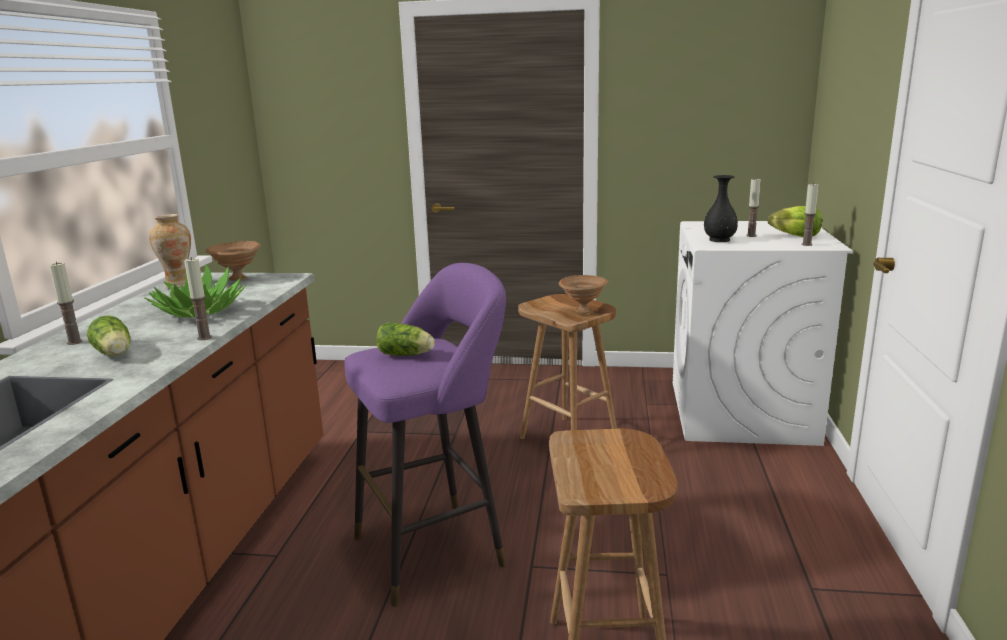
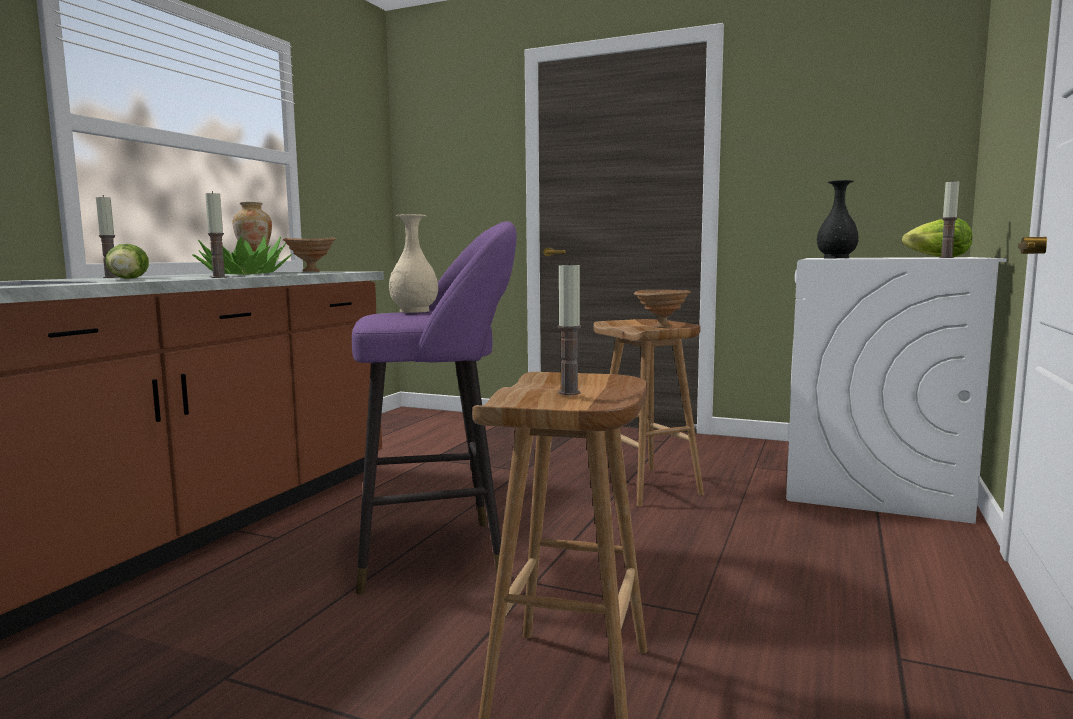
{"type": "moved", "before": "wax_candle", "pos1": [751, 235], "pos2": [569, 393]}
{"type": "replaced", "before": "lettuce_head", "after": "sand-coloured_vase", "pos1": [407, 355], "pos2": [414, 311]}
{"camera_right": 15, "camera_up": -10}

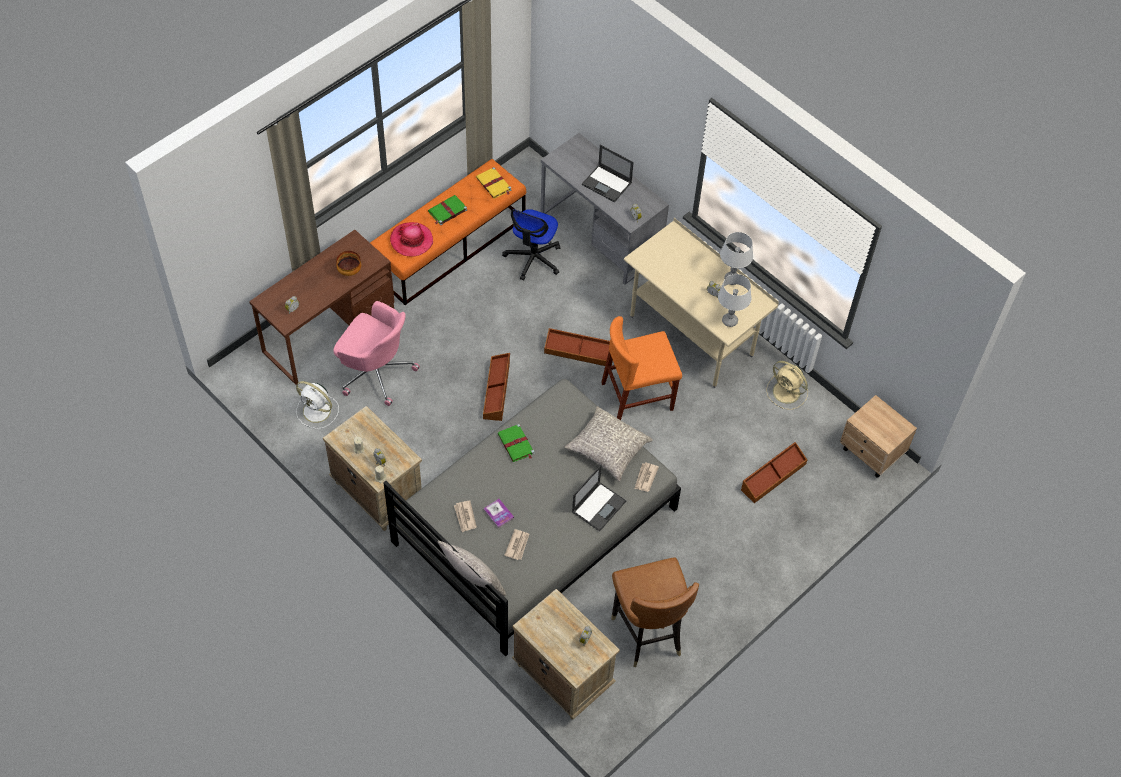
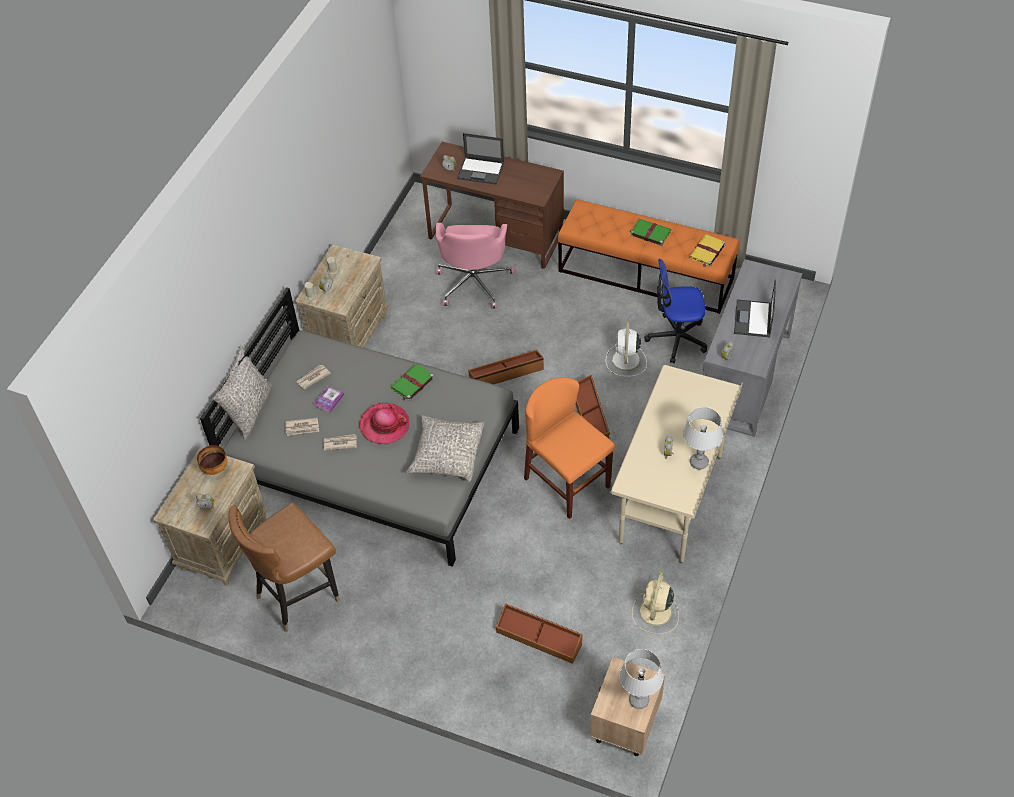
{"type": "moved", "before": "whitish_fan", "pos1": [318, 411], "pos2": [625, 361]}
{"type": "moved", "before": "serving_bowl", "pos1": [349, 271], "pos2": [214, 468]}
{"type": "moved", "before": "wearable_hat", "pos1": [411, 240], "pos2": [384, 425]}
{"type": "moved", "before": "laptop", "pos1": [599, 506], "pos2": [481, 171]}
{"type": "moved", "before": "newspaper", "pos1": [645, 478], "pos2": [340, 443]}
{"type": "moved", "before": "grey_table_lamp", "pos1": [730, 321], "pos2": [639, 700]}
{"camera_right": 70, "camera_up": -5}

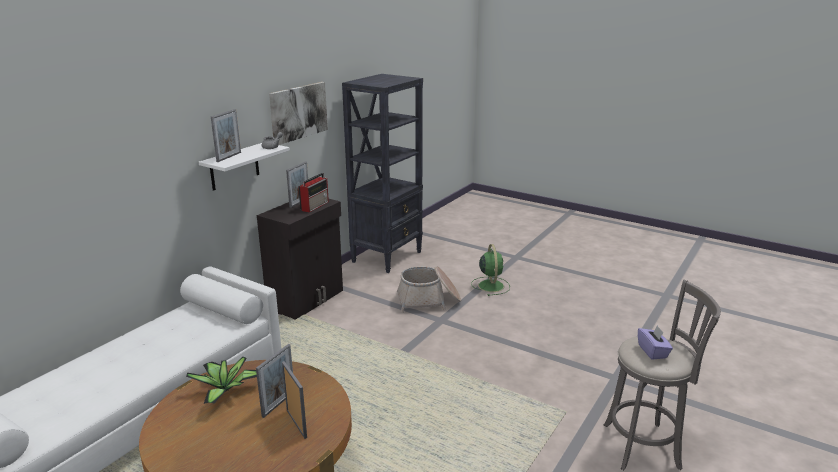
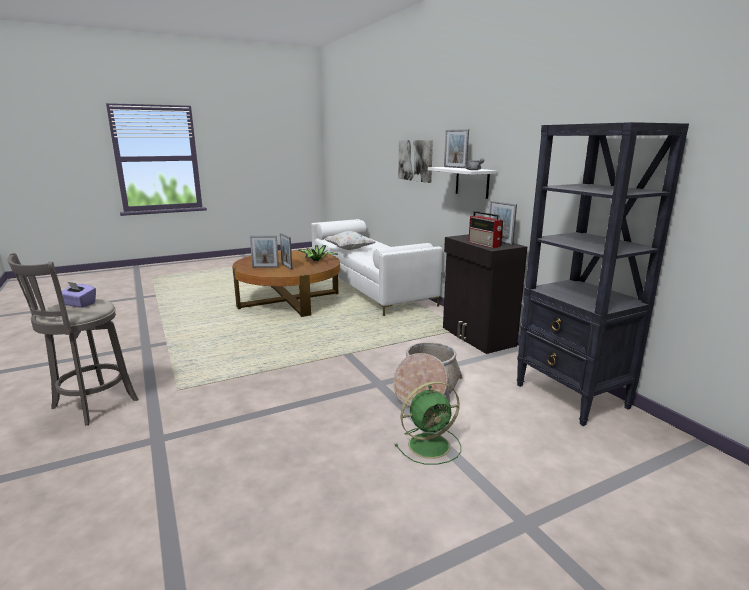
{"type": "added", "after": "whitish_pillow", "pos2": [349, 249]}
{"type": "moved", "before": "wall_art", "pos1": [298, 112], "pos2": [415, 160]}
{"type": "turned", "before": "green-coloured_fan", "pos1": [490, 285], "pos2": [430, 445], "turn": -45}
{"camera_right": 120, "camera_up": -5}

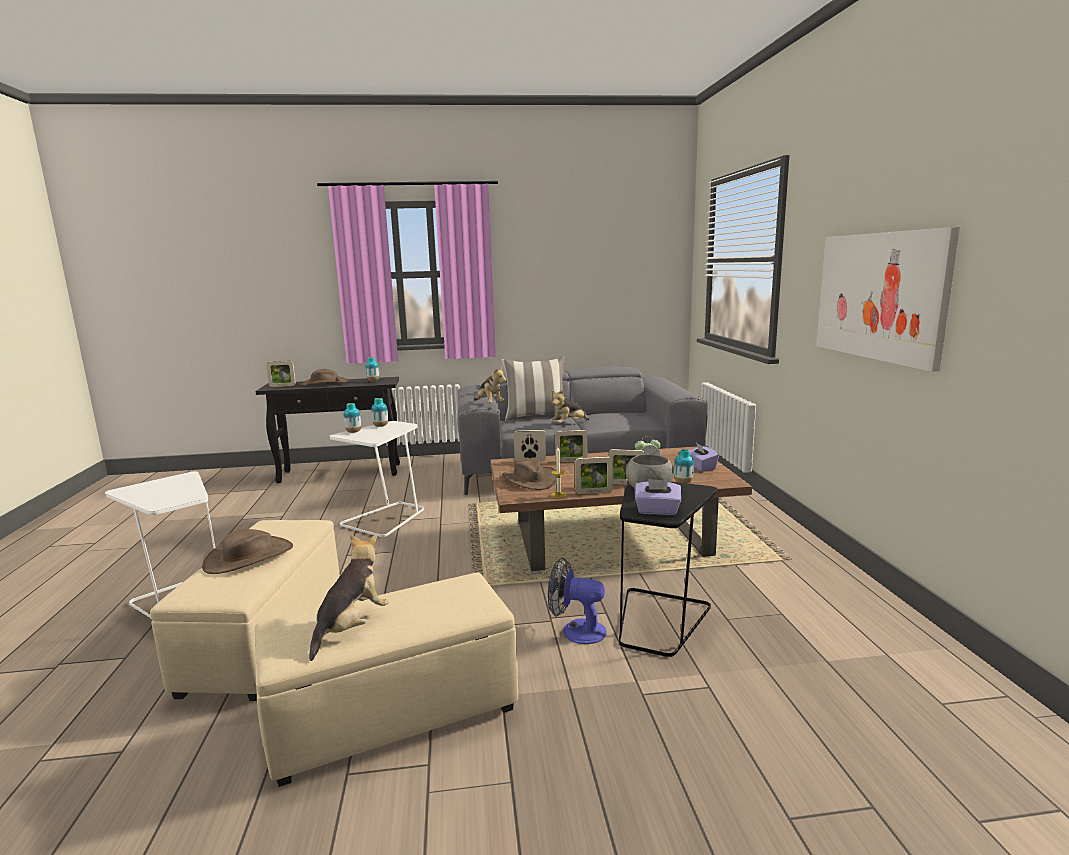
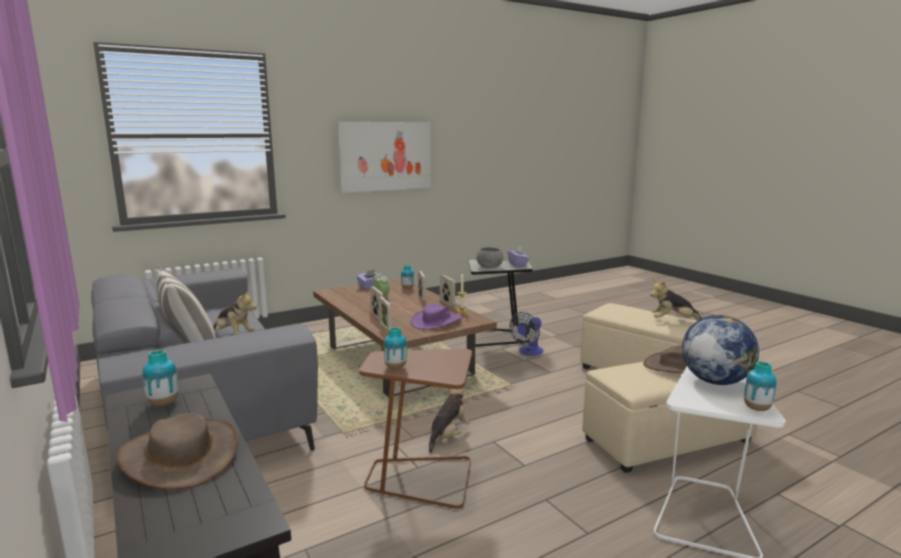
{"type": "removed", "before": "photo_frame", "pos1": [282, 386]}
{"type": "added", "after": "desk_globe", "pos2": [714, 381]}
{"type": "moved", "before": "vase", "pos1": [353, 432], "pos2": [757, 408]}
{"type": "moved", "before": "soft_toy", "pos1": [489, 404], "pos2": [448, 436]}
{"type": "recoloured", "before": "whitish_accent_table", "after": "brown_accent_table", "pos1": [385, 519], "pos2": [421, 479]}
{"type": "recoloured", "before": "brown_wearable_hat", "after": "purple-coloured_wearable_hat", "pos1": [529, 479], "pos2": [437, 322]}
{"type": "turned", "before": "fan", "pos1": [576, 630], "pos2": [528, 352], "turn": 45}
{"camera_right": -115, "camera_up": 0}

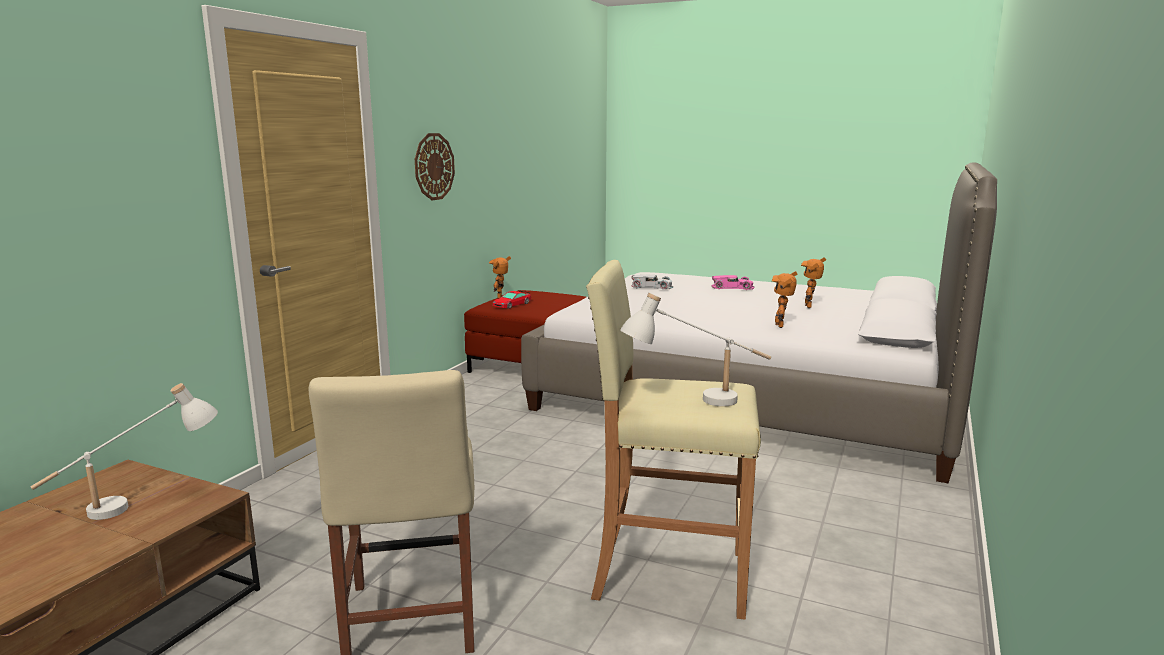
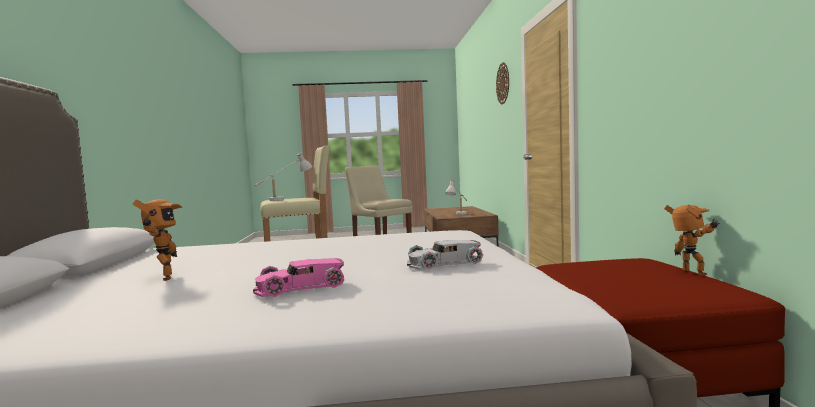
{"type": "removed", "before": "model_car", "pos1": [512, 305]}
{"type": "removed", "before": "model_robot", "pos1": [781, 326]}
{"type": "moved", "before": "wall_clock", "pos1": [434, 166], "pos2": [503, 83]}
{"camera_right": 150, "camera_up": -10}

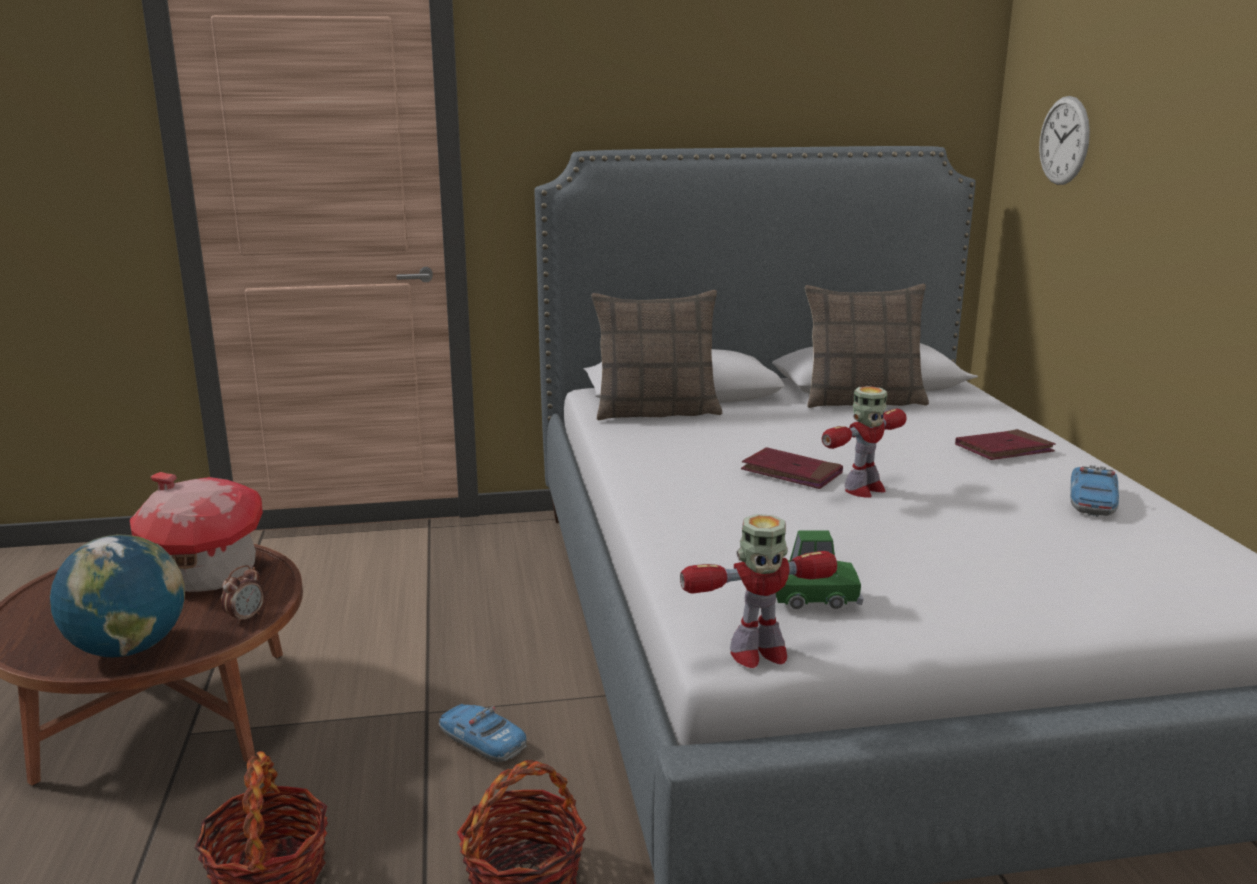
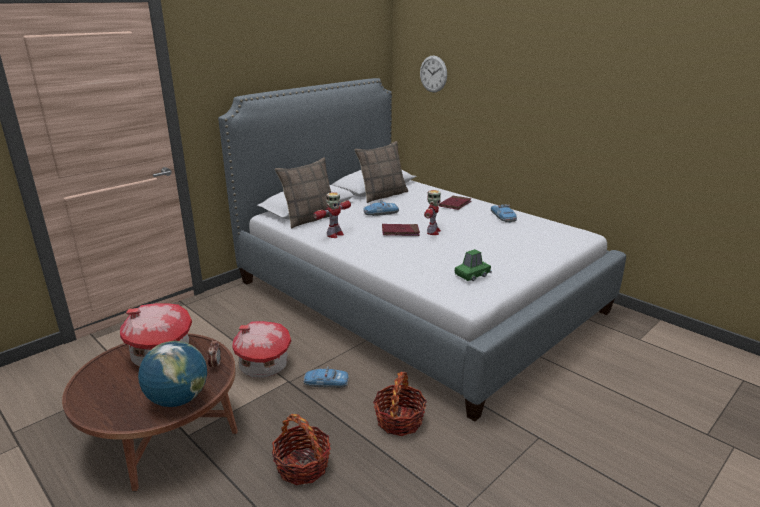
{"type": "added", "after": "toy_house", "pos2": [263, 366]}
{"type": "added", "after": "model_car", "pos2": [381, 213]}
{"type": "moved", "before": "model_robot", "pos1": [757, 654], "pos2": [334, 235]}
{"camera_right": -35, "camera_up": 5}

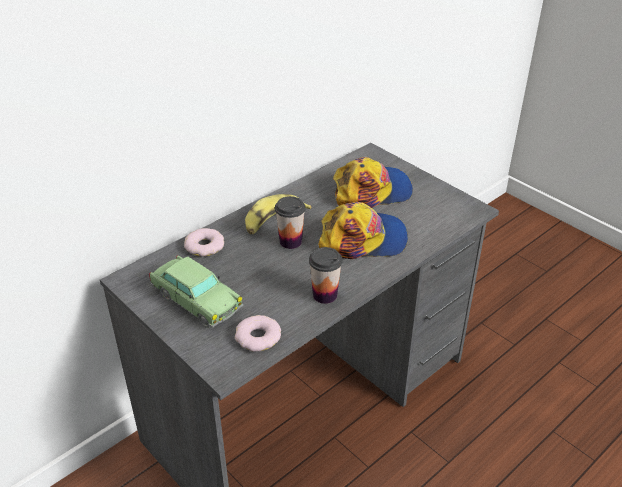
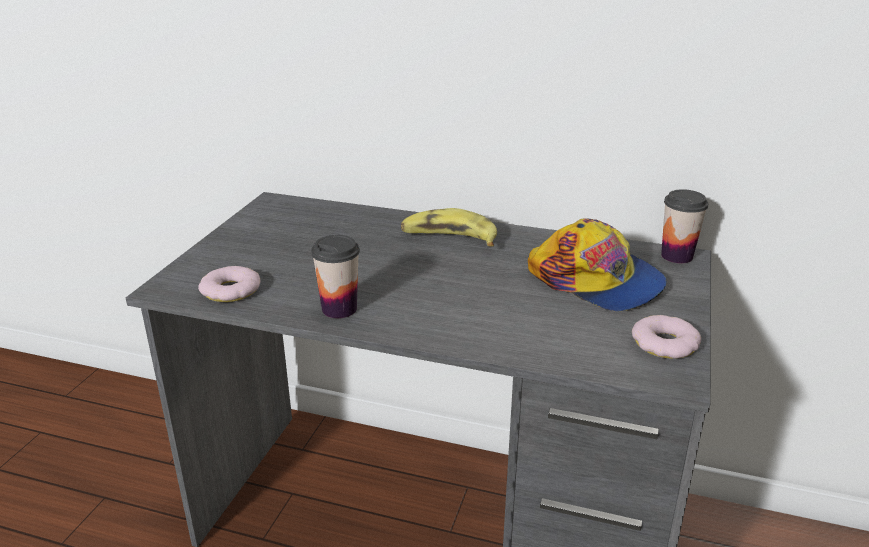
{"type": "removed", "before": "model_car", "pos1": [197, 301]}
{"type": "removed", "before": "baseball_cap", "pos1": [363, 239]}
{"type": "moved", "before": "doughnut", "pos1": [205, 246], "pos2": [665, 344]}
{"type": "moved", "before": "small_cup", "pos1": [290, 241], "pos2": [677, 256]}
{"camera_right": 60, "camera_up": -10}

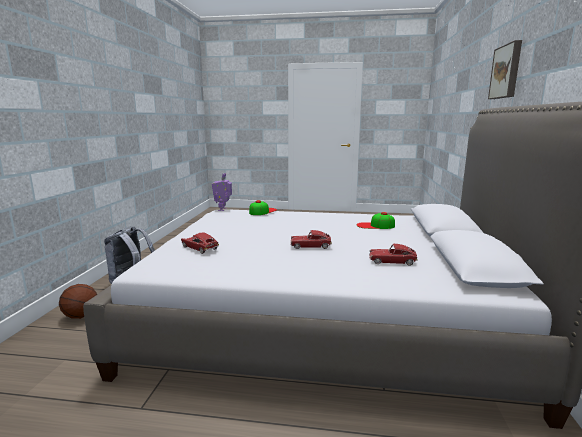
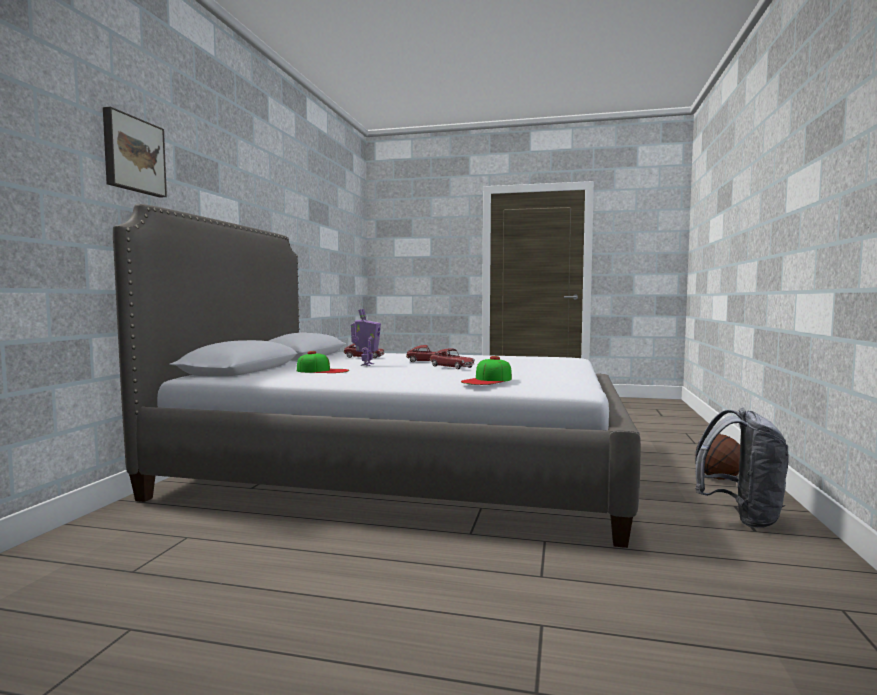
{"type": "moved", "before": "model_car", "pos1": [200, 248], "pos2": [451, 367]}
{"type": "moved", "before": "model_robot", "pos1": [223, 209], "pos2": [366, 364]}
{"camera_right": -175, "camera_up": -10}

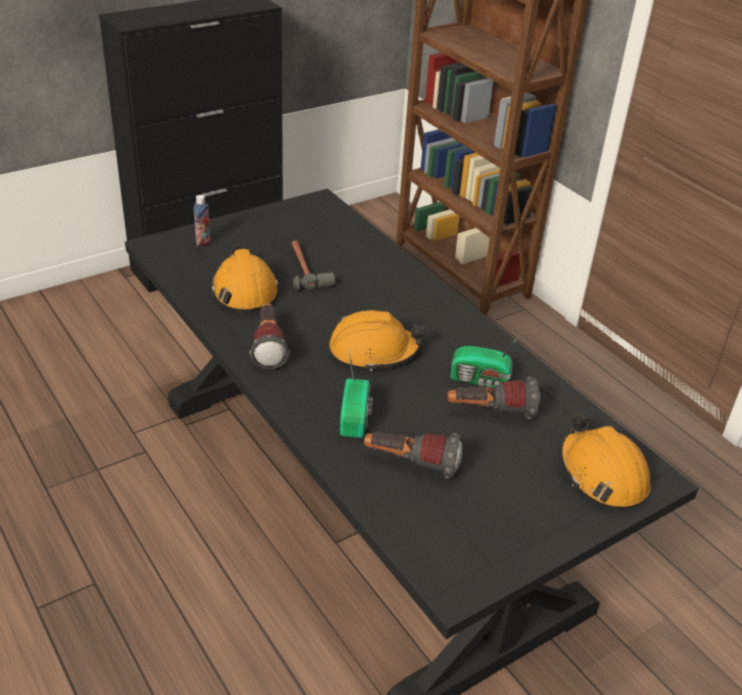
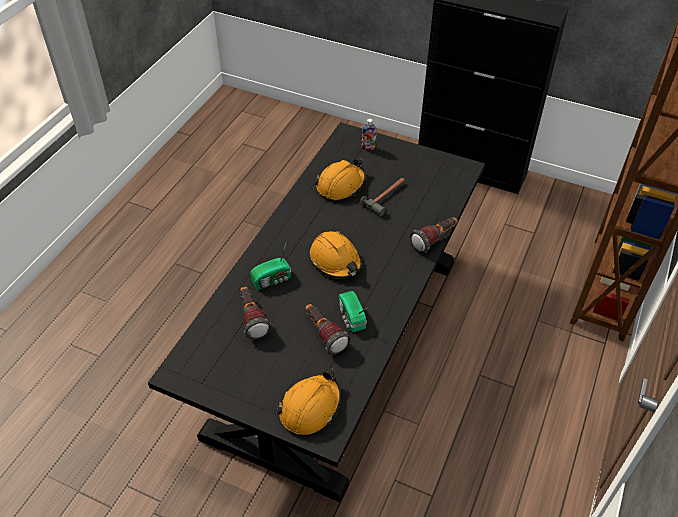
{"type": "moved", "before": "torch", "pos1": [269, 346], "pos2": [434, 240]}
{"camera_right": 60, "camera_up": 10}

